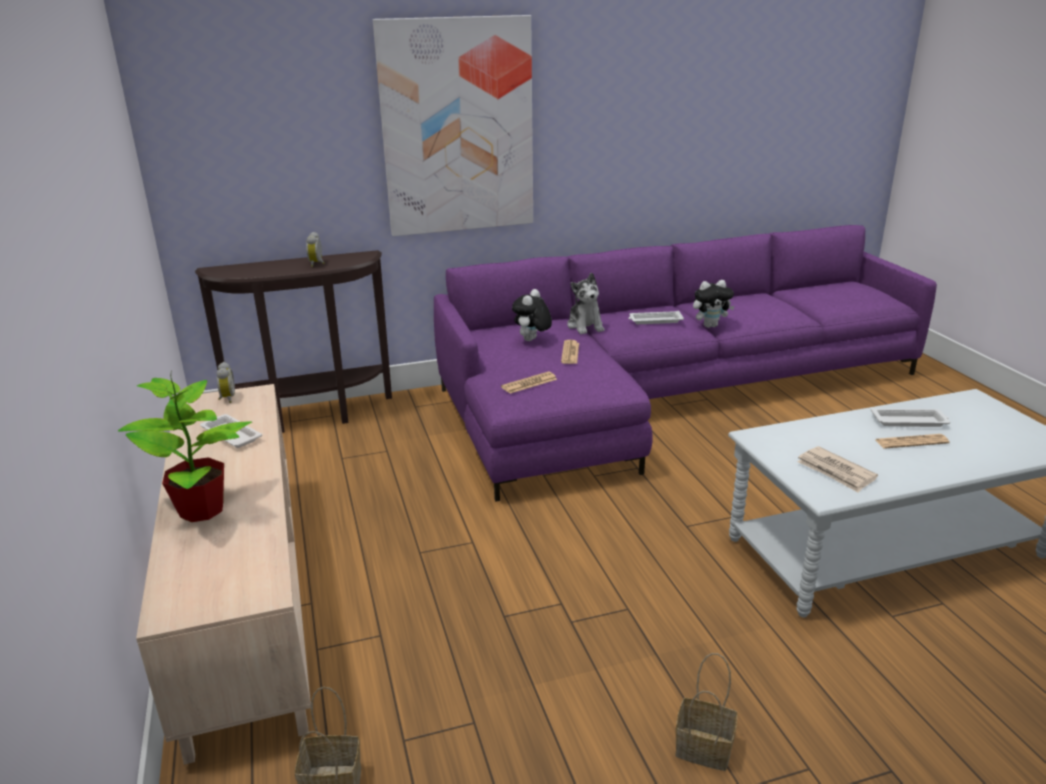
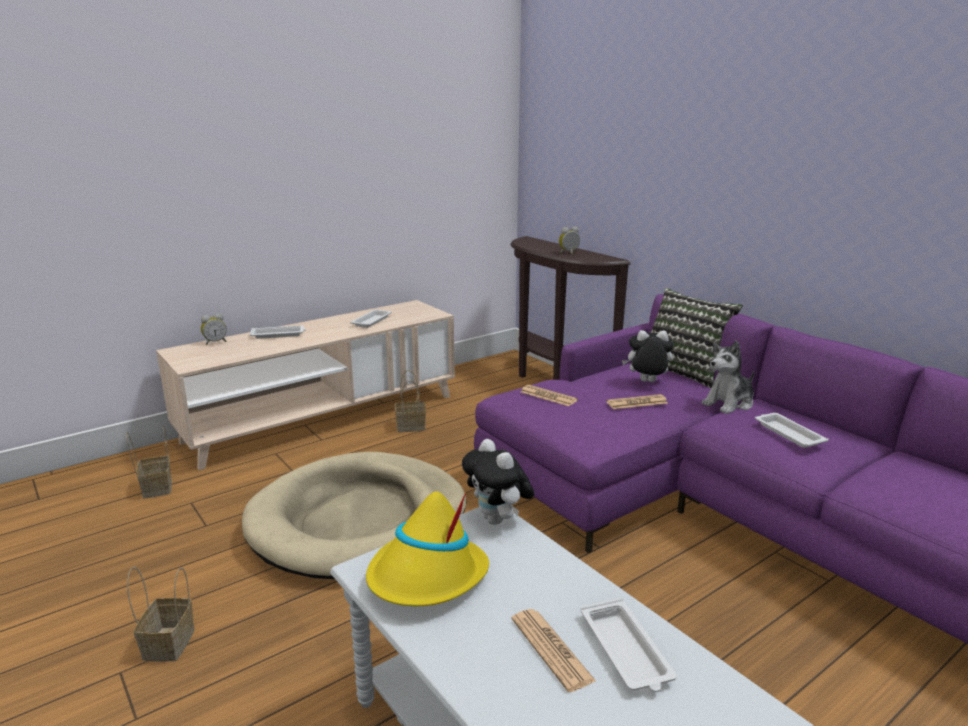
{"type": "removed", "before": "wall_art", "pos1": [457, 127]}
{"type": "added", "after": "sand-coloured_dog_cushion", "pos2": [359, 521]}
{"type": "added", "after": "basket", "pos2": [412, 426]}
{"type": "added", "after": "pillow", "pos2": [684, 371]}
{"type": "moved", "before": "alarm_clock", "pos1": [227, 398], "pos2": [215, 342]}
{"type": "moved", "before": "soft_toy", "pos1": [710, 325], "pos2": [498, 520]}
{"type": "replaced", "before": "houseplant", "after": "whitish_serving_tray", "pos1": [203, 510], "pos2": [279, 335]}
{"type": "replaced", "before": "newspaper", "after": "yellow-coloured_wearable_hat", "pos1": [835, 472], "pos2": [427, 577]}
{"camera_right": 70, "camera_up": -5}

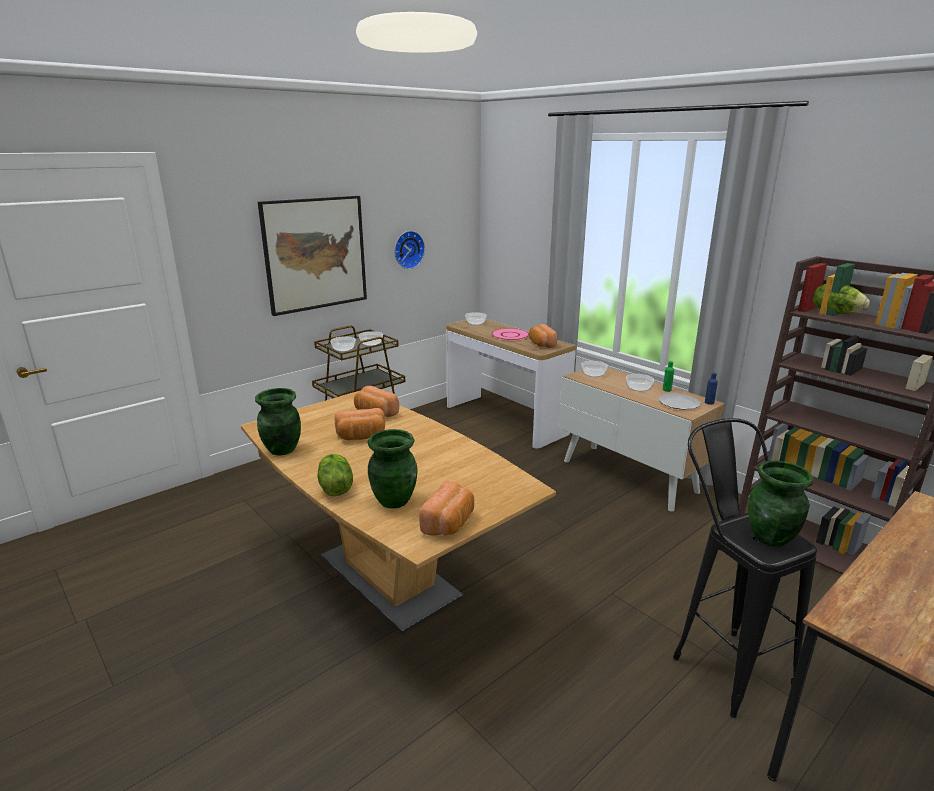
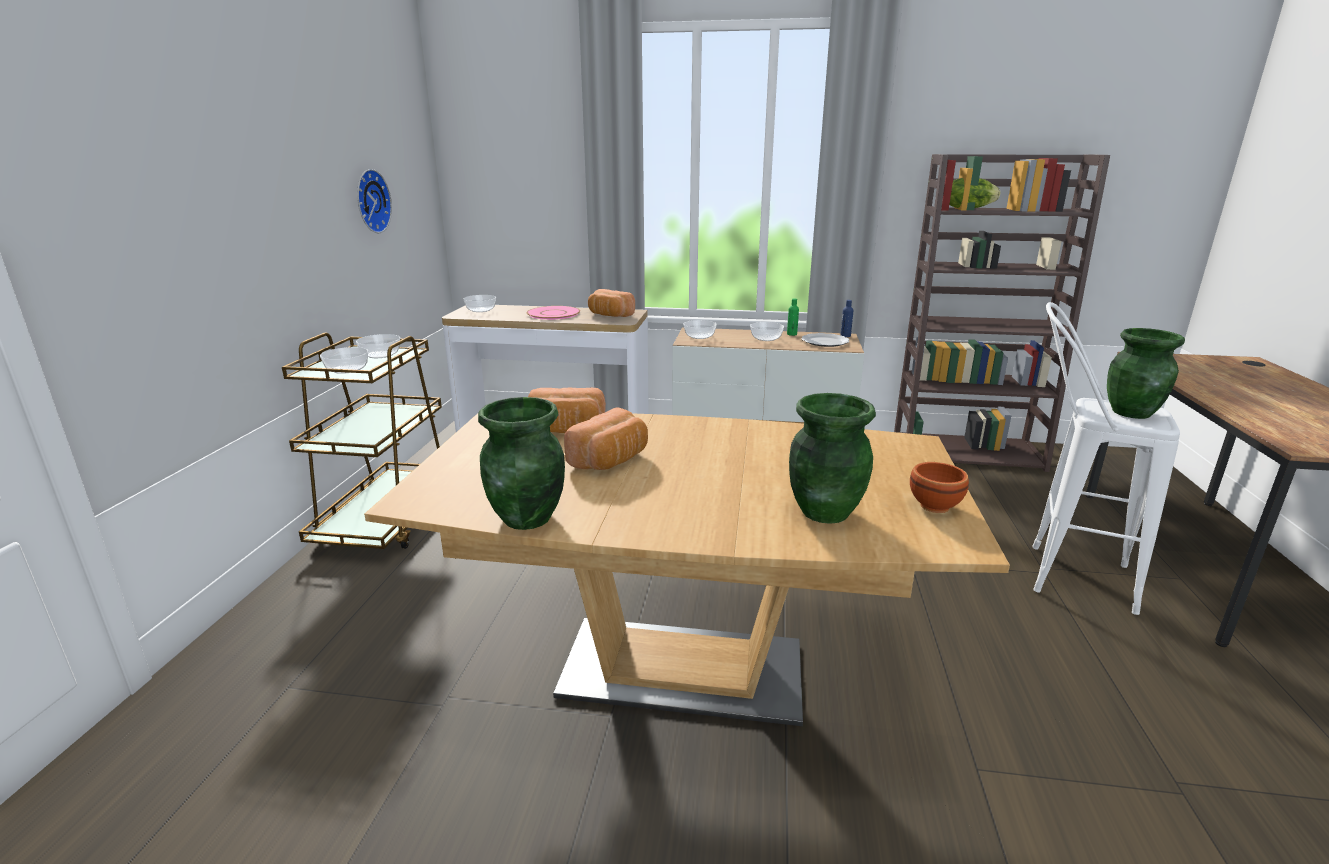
{"type": "removed", "before": "wall_art", "pos1": [315, 254]}
{"type": "removed", "before": "lettuce_head", "pos1": [335, 488]}
{"type": "replaced", "before": "baked_bread", "after": "brown_serving_bowl", "pos1": [450, 523], "pos2": [934, 507]}
{"type": "recoloured", "before": "black_stool_seat", "after": "whitish_stool_seat", "pos1": [719, 660], "pos2": [1059, 573]}
{"camera_right": -40, "camera_up": 0}

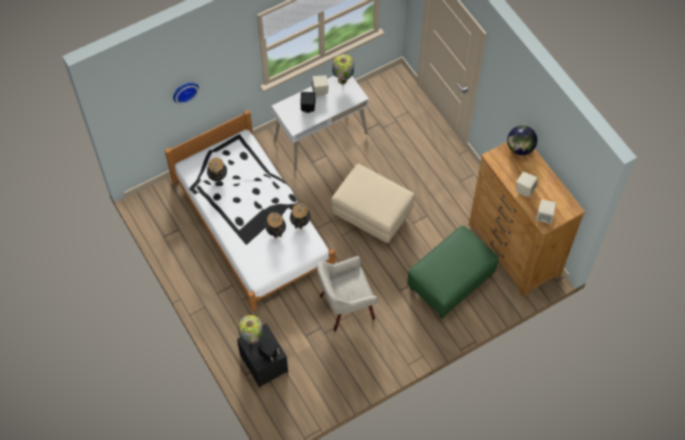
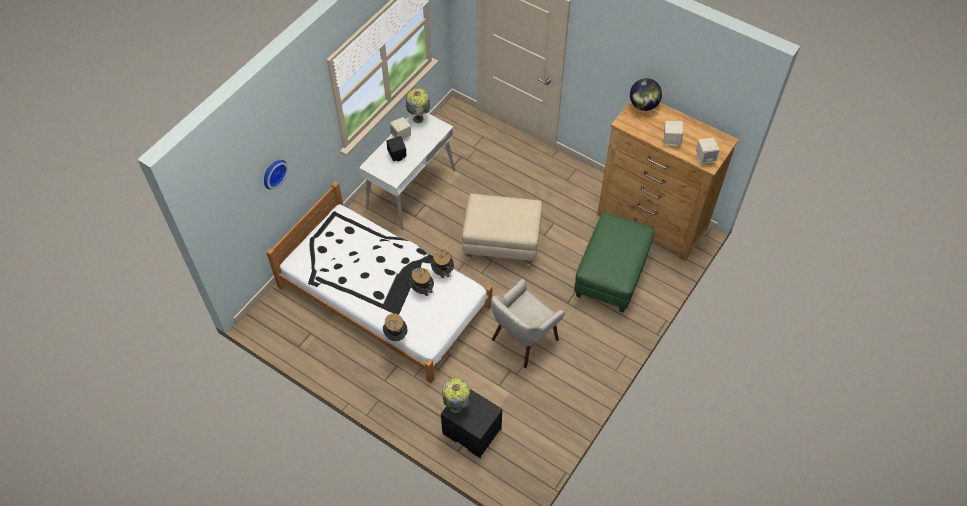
{"type": "removed", "before": "black_audio_speaker", "pos1": [269, 354]}
{"type": "moved", "before": "wearable_hat", "pos1": [218, 177], "pos2": [396, 336]}
{"camera_right": -25, "camera_up": -5}

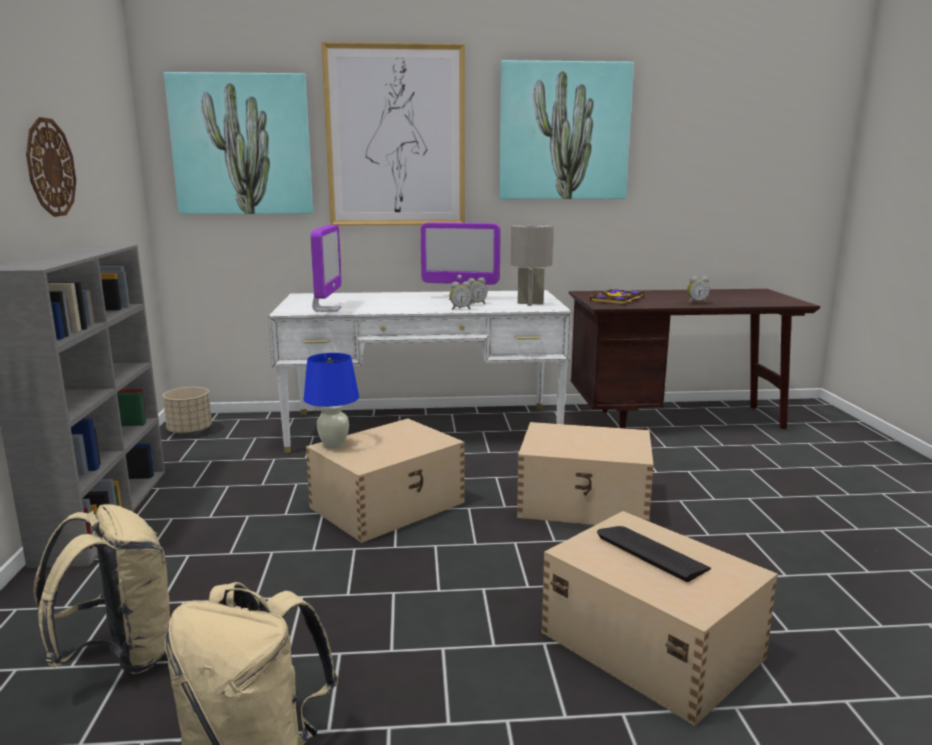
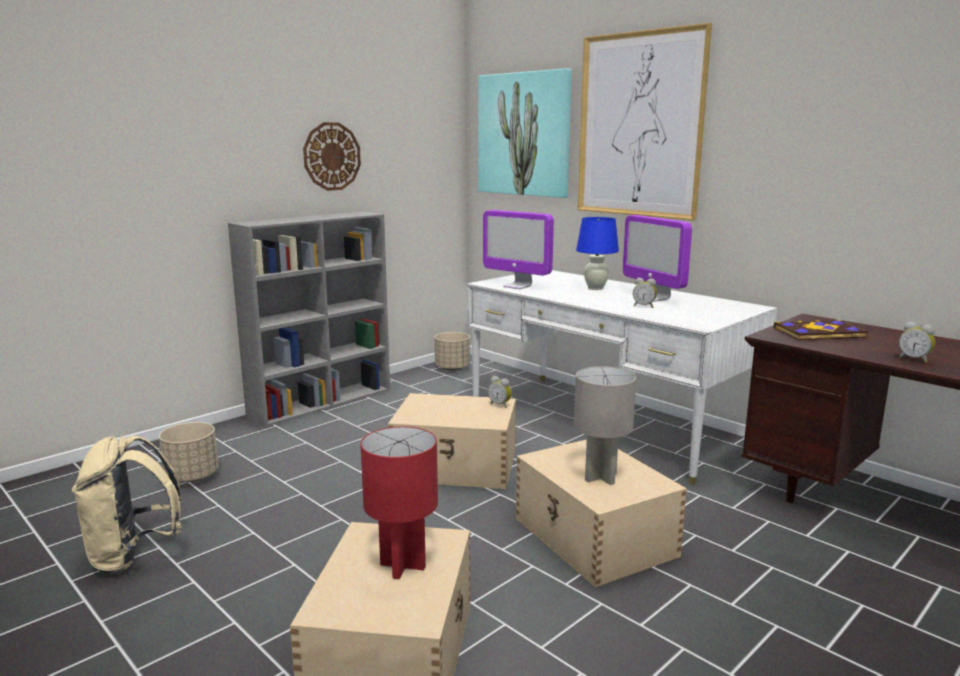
{"type": "removed", "before": "wall_art", "pos1": [563, 132]}
{"type": "moved", "before": "bluish_table_lamp", "pos1": [334, 444], "pos2": [595, 288]}
{"type": "moved", "before": "alarm_clock", "pos1": [460, 309], "pos2": [500, 405]}
{"type": "moved", "before": "grey_table_lamp", "pos1": [530, 303], "pos2": [601, 477]}
{"type": "replaced", "before": "sand-coloured_rucksack", "after": "sand-coloured_plant_pot", "pos1": [120, 656], "pos2": [192, 476]}
{"type": "replaced", "before": "PC_keyboard", "after": "reddish_table_lamp", "pos1": [652, 553], "pos2": [402, 565]}
{"type": "turned", "before": "computer_display", "pos1": [327, 309], "pos2": [517, 286], "turn": 75}
{"camera_right": 50, "camera_up": 0}

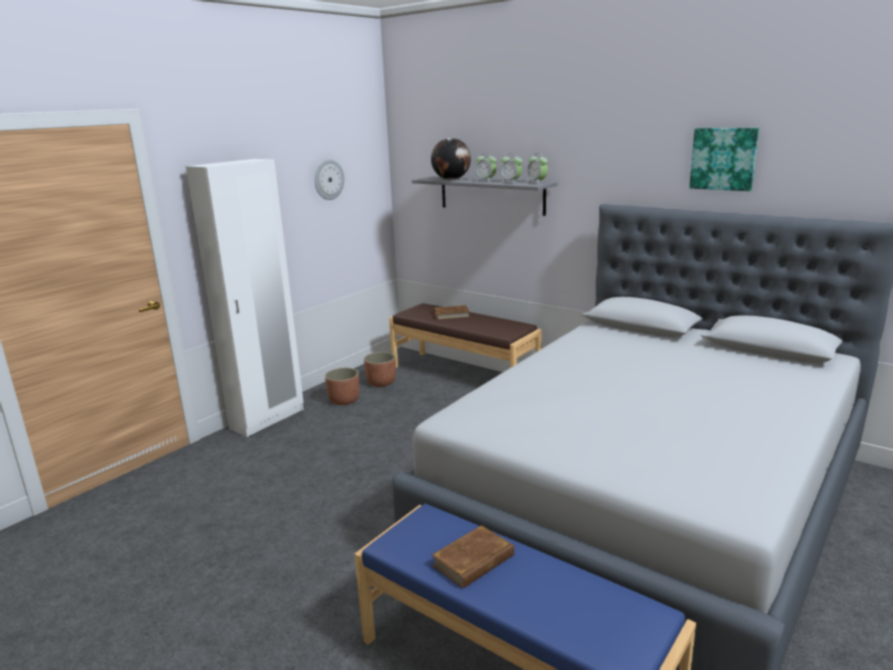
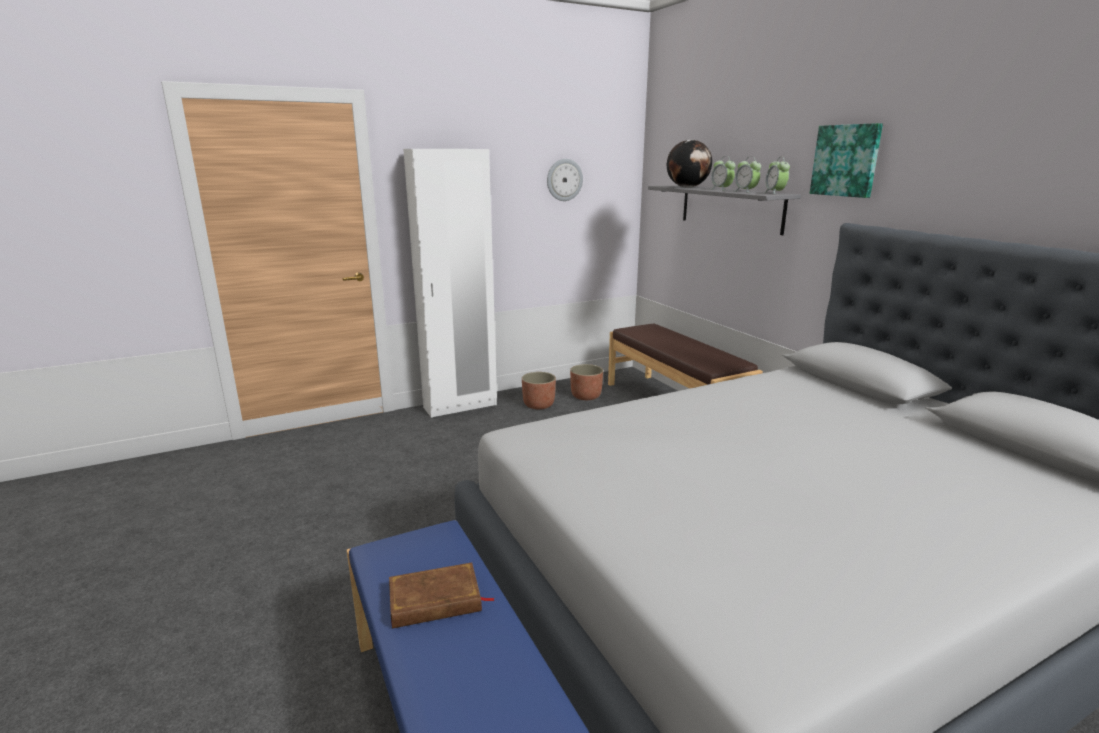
{"type": "removed", "before": "brown_bound_book", "pos1": [451, 315]}
{"type": "moved", "before": "wall_art", "pos1": [723, 158], "pos2": [846, 160]}
{"camera_right": 25, "camera_up": 0}

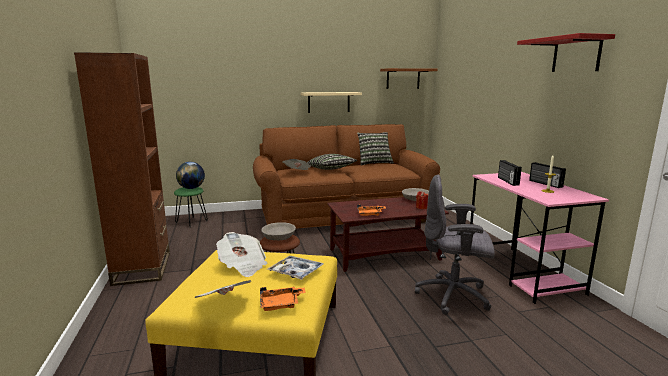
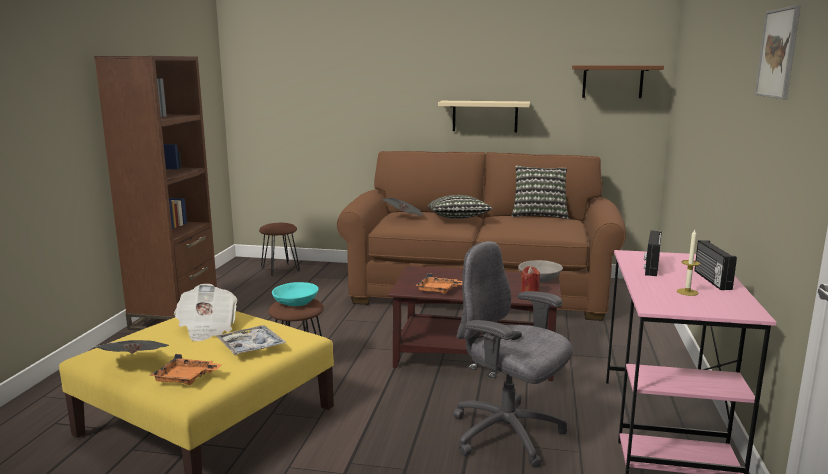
{"type": "removed", "before": "desk_globe", "pos1": [191, 188]}
{"type": "replaced", "before": "reddish_wall_shelf", "after": "wall_art", "pos1": [576, 55], "pos2": [778, 53]}
{"type": "recoloured", "before": "green-coloured_stool_seat", "after": "brown_stool_seat", "pos1": [191, 221], "pos2": [280, 269]}
{"type": "recoloured", "before": "grey_serving_bowl", "after": "blue-green_serving_bowl", "pos1": [279, 237], "pos2": [296, 302]}
{"camera_right": 25, "camera_up": 0}

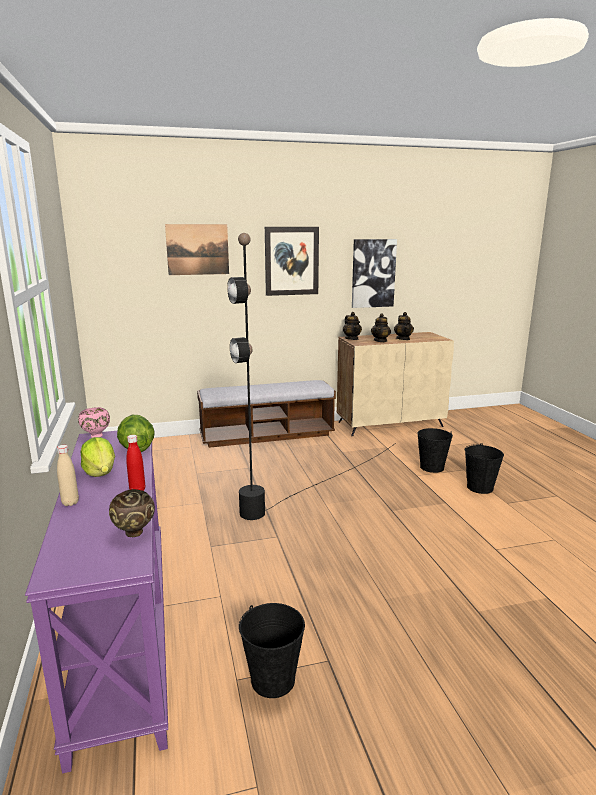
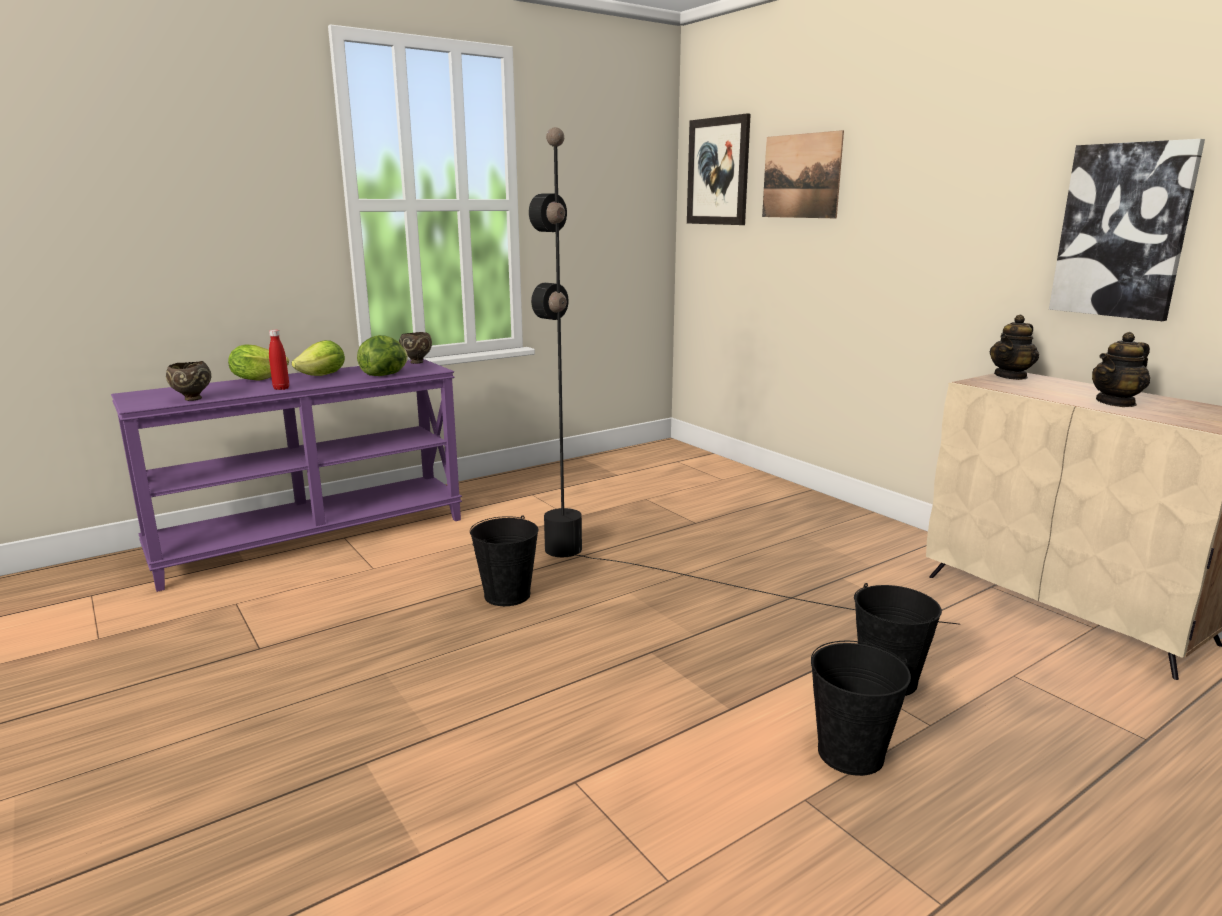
{"type": "removed", "before": "long_seat", "pos1": [267, 435]}
{"type": "removed", "before": "tea_pot", "pos1": [380, 341]}
{"type": "moved", "before": "black_water_bucket", "pos1": [273, 679], "pos2": [507, 595]}
{"type": "moved", "before": "wall_art", "pos1": [291, 261], "pos2": [718, 171]}
{"type": "replaced", "before": "sand-coloured_bottle", "after": "lettuce_head", "pos1": [70, 503], "pos2": [257, 379]}
{"type": "recoloured", "before": "pink-coloured_serving_bowl", "after": "brown_serving_bowl", "pos1": [96, 436], "pos2": [417, 362]}
{"camera_right": 70, "camera_up": 0}

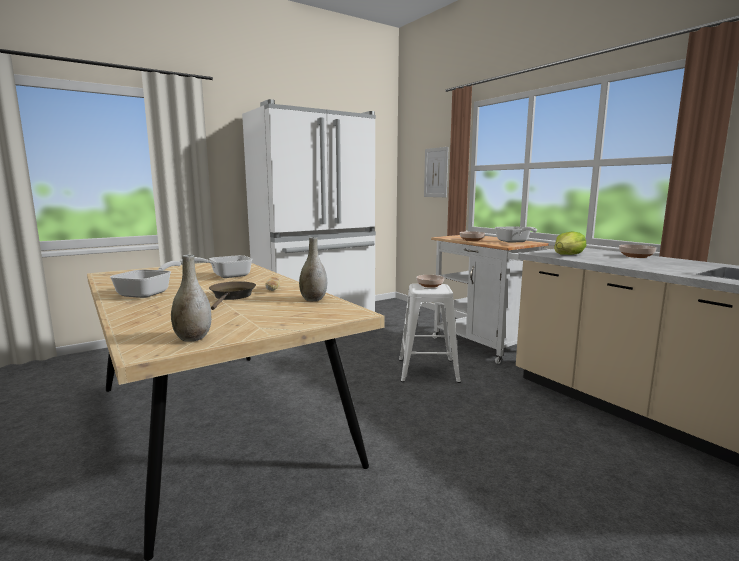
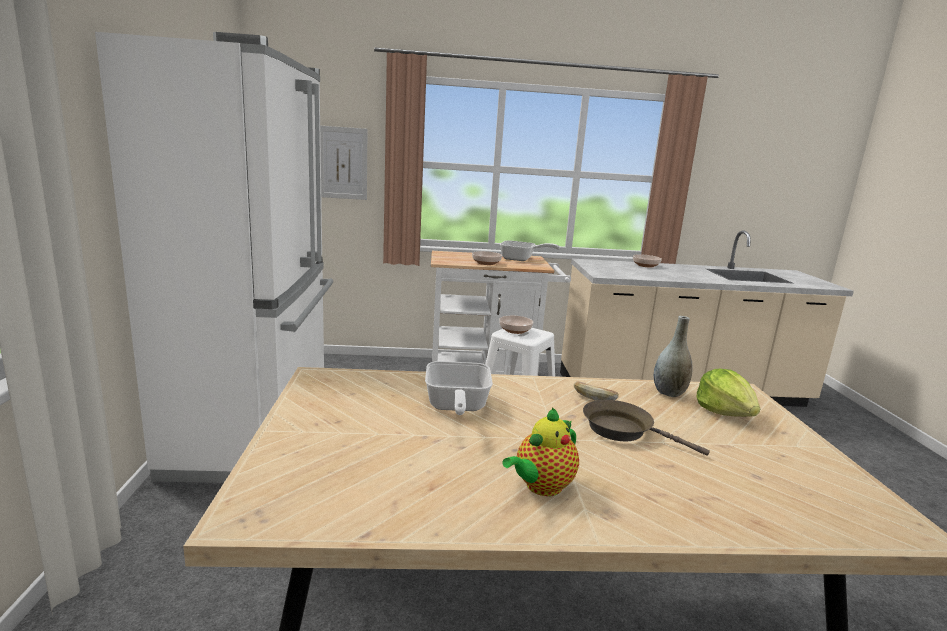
{"type": "removed", "before": "grey_vase", "pos1": [193, 338]}
{"type": "moved", "before": "lettuce_head", "pos1": [568, 255], "pos2": [725, 412]}
{"type": "replaced", "before": "skillet", "after": "tea_pot", "pos1": [149, 292], "pos2": [541, 487]}
{"camera_right": -60, "camera_up": 5}

